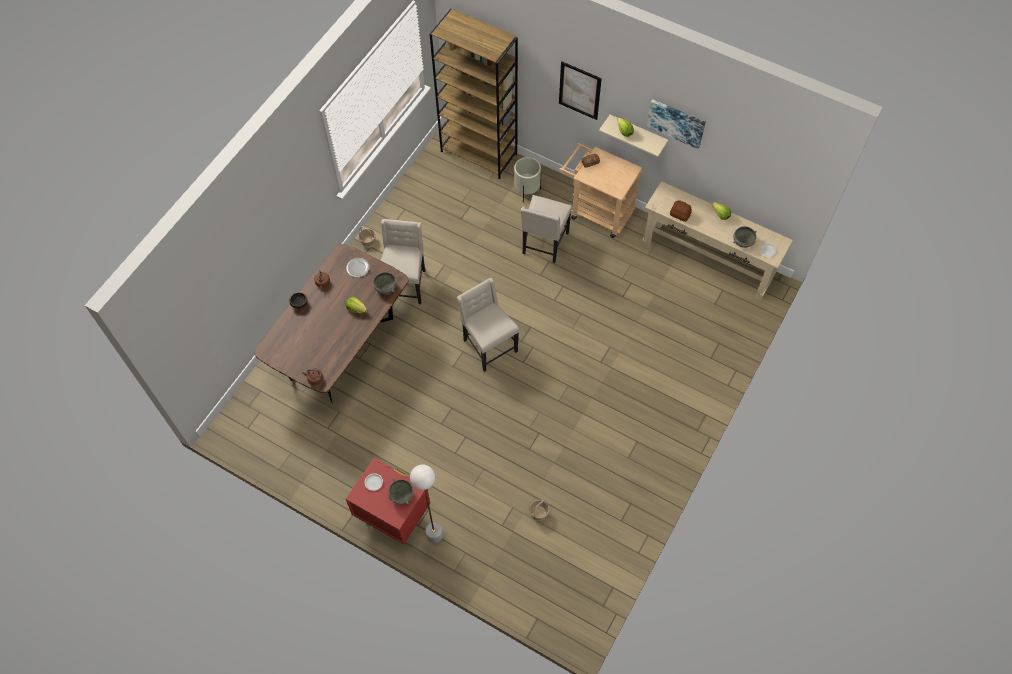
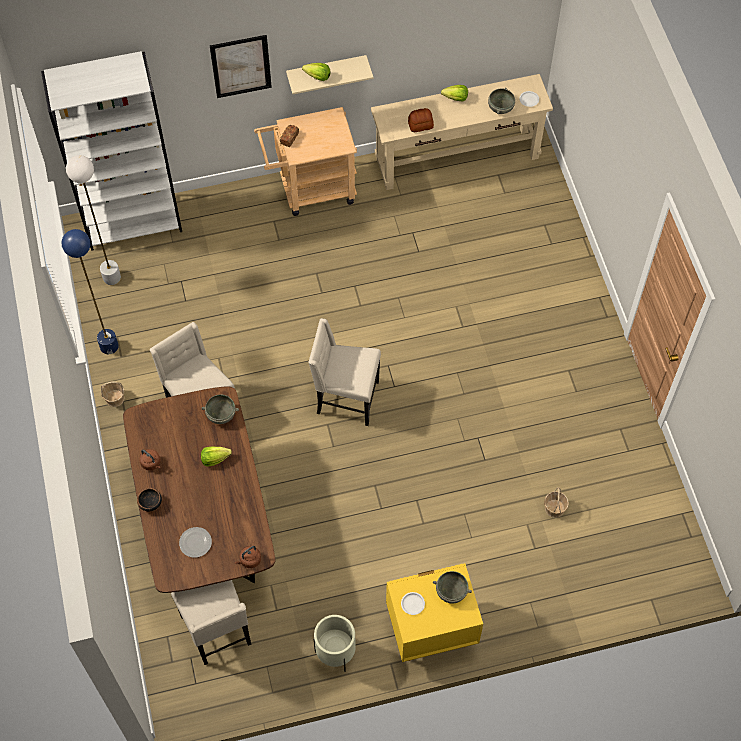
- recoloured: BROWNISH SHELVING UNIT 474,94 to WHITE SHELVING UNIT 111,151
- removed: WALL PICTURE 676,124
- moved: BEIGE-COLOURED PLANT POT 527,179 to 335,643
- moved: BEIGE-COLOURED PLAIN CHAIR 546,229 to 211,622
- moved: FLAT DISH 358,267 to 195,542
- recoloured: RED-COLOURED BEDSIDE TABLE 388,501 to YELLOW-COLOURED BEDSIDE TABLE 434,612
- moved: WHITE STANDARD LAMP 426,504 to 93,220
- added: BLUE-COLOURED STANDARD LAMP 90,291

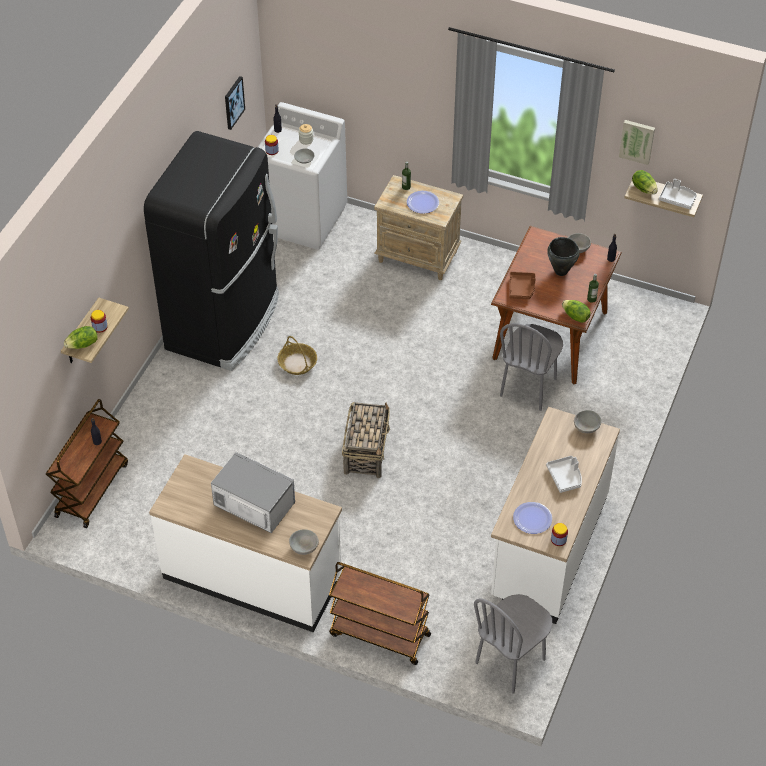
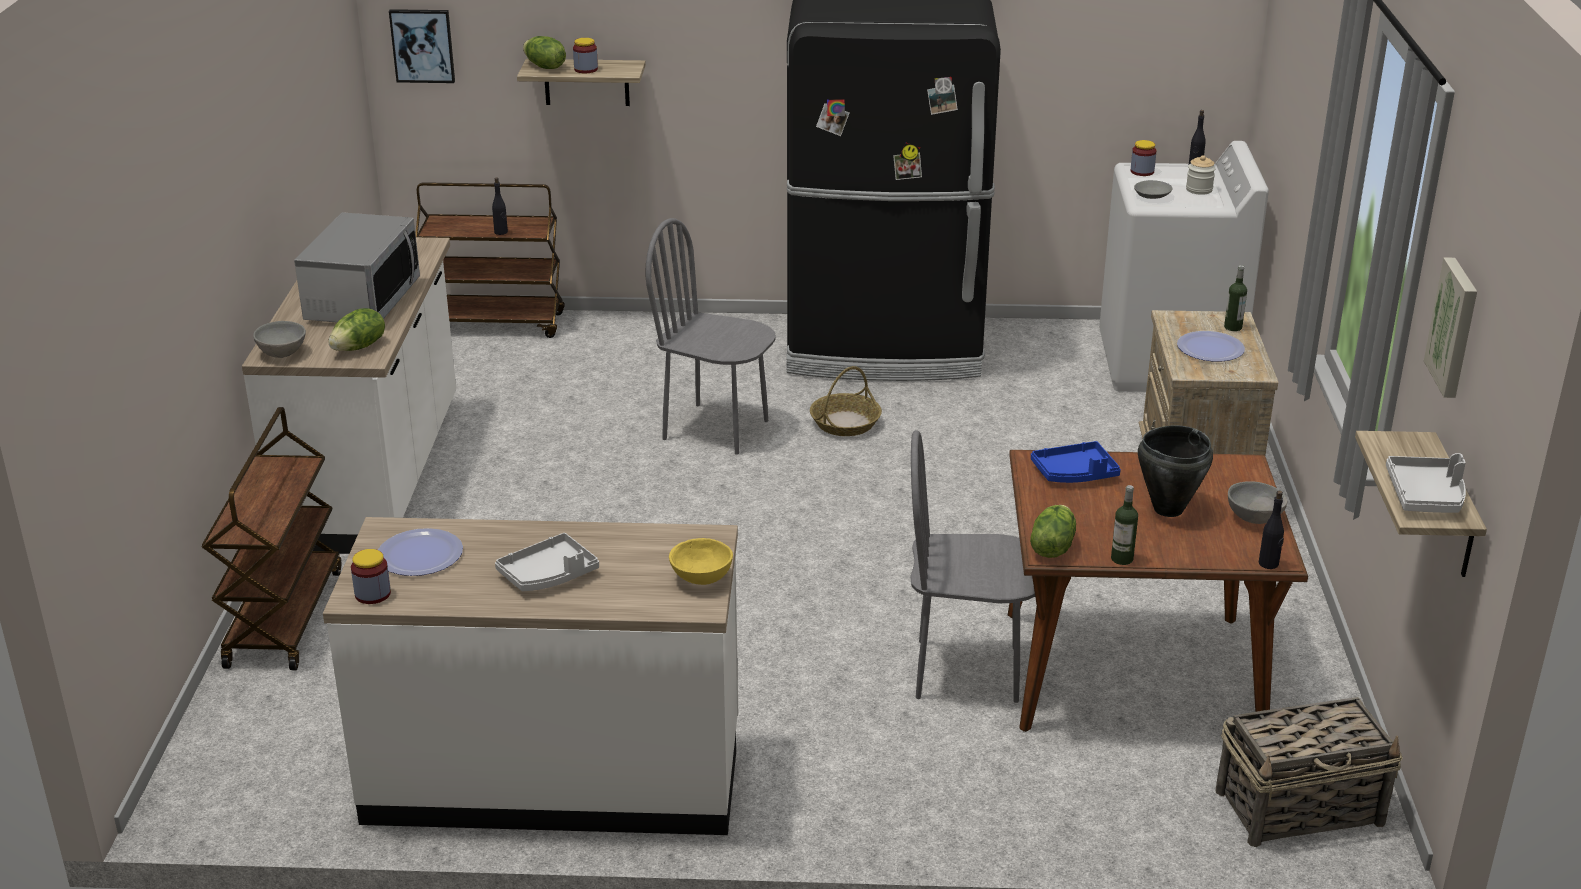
- moved: WALL PICTURE 235,103 to 422,46
- moved: HEAD OF LETTUCE 645,182 to 356,329
- recoloured: BROWNISH TRAY 522,285 to BLUE-COLOURED TRAY 1076,462
- moved: BASKET 366,440 to 1309,772
- recoloured: GREY SERVING BOWL 587,422 to YELLOW-COLOURED SERVING BOWL 701,561
- moved: GREY PLAIN CHAIR 513,644 to 710,336

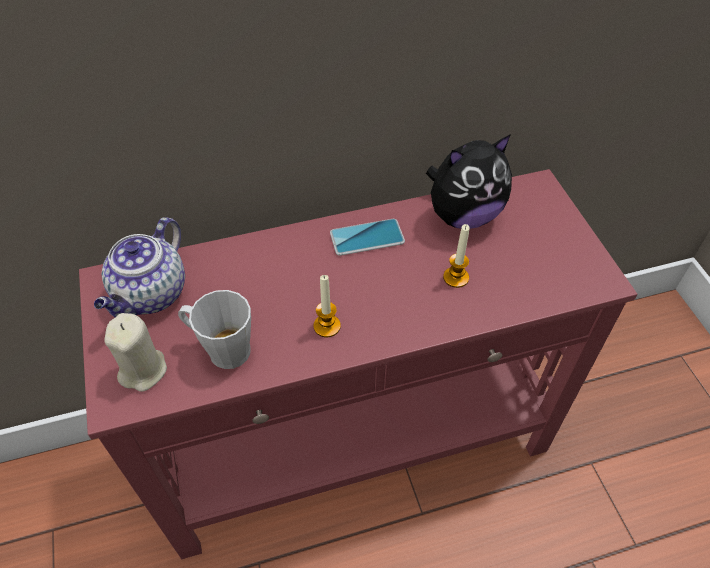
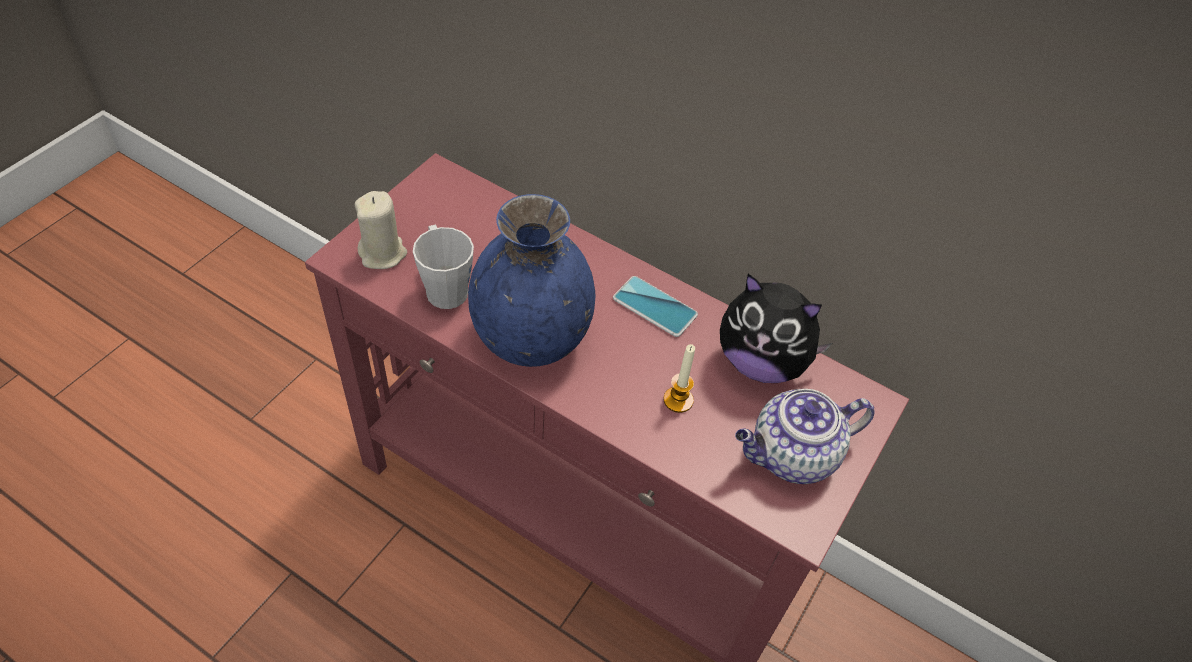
- moved: TEAPOT 139,267 to 805,436
- replaced: WAX LIGHT 327,306 to BLUE-COLOURED VASE 531,280

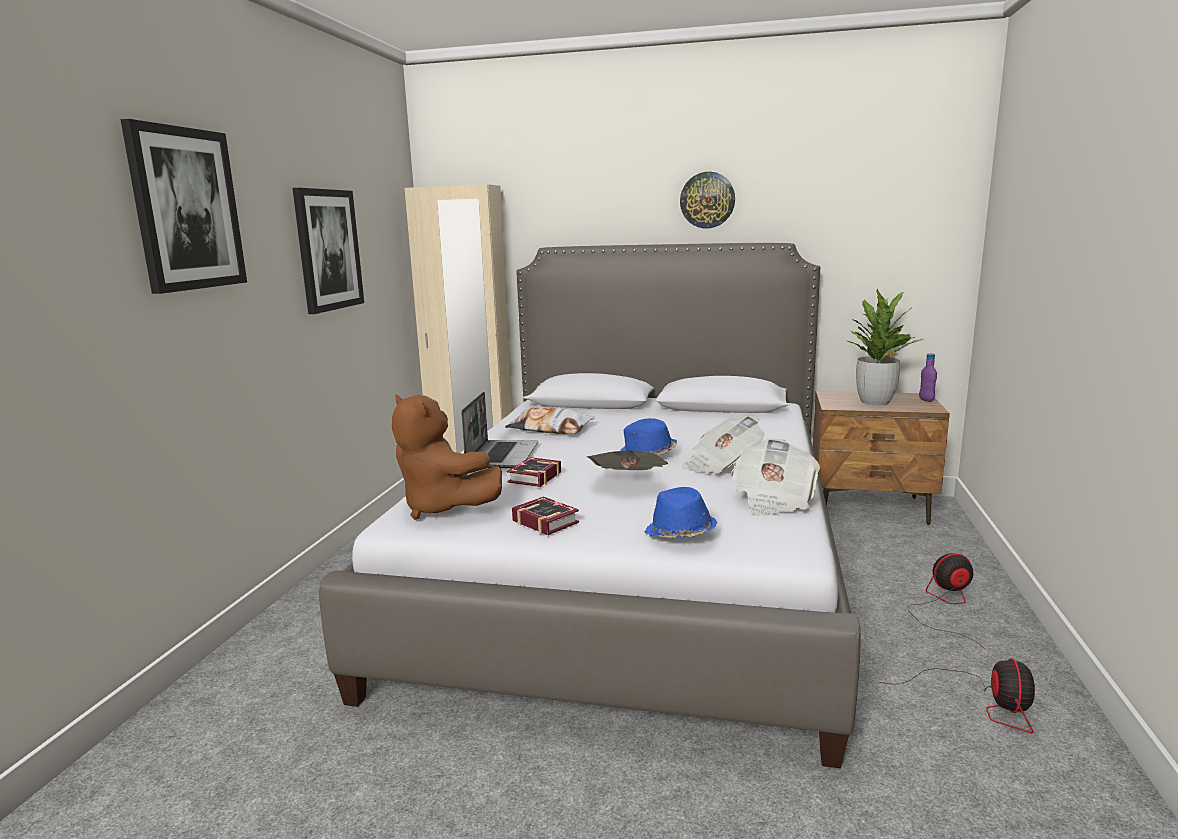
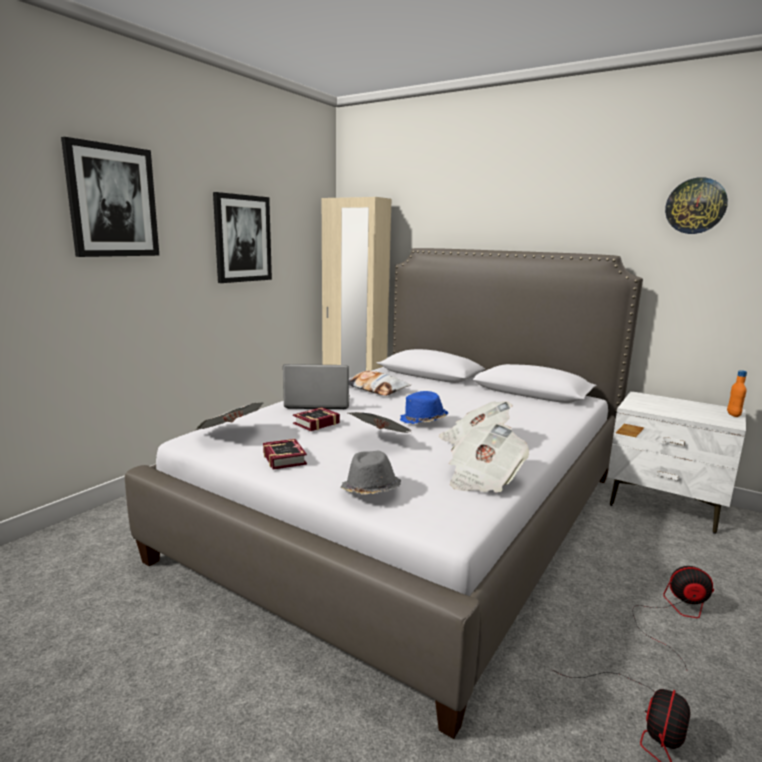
- moved: WALL CLOCK 707,200 to 696,205
- removed: POTTED PLANT 886,347
- recoloured: PURPLISH DRINK BOTTLE 928,377 to ORANGE DRINK BOTTLE 737,393
- recoloured: BROWNISH BEDSIDE TABLE 881,458 to WHITE BEDSIDE TABLE 676,462
- turned: NOTEBOOK COMPUTER 499,430 = 316,386 120 degrees counterclockwise
- replaced: BROWNISH PLUSH TOY 447,457 to PRINTED PAPER 229,416
- recoloured: BLUE-COLOURED WEARABLE HAT 681,512 to GREY WEARABLE HAT 371,473

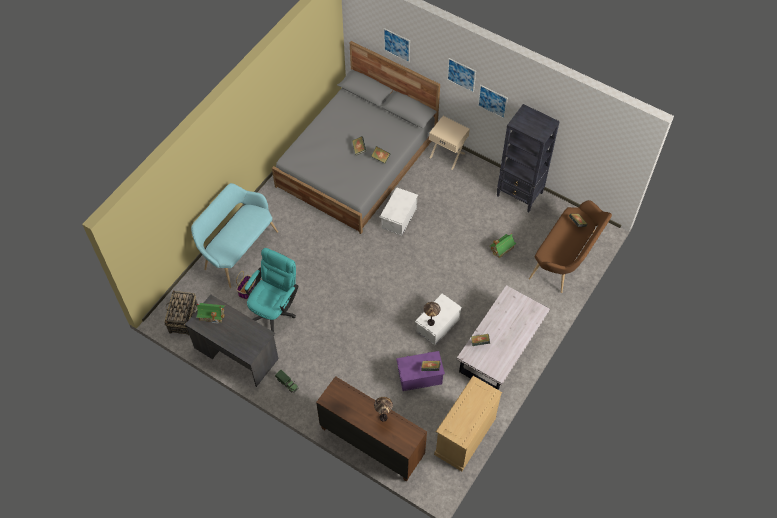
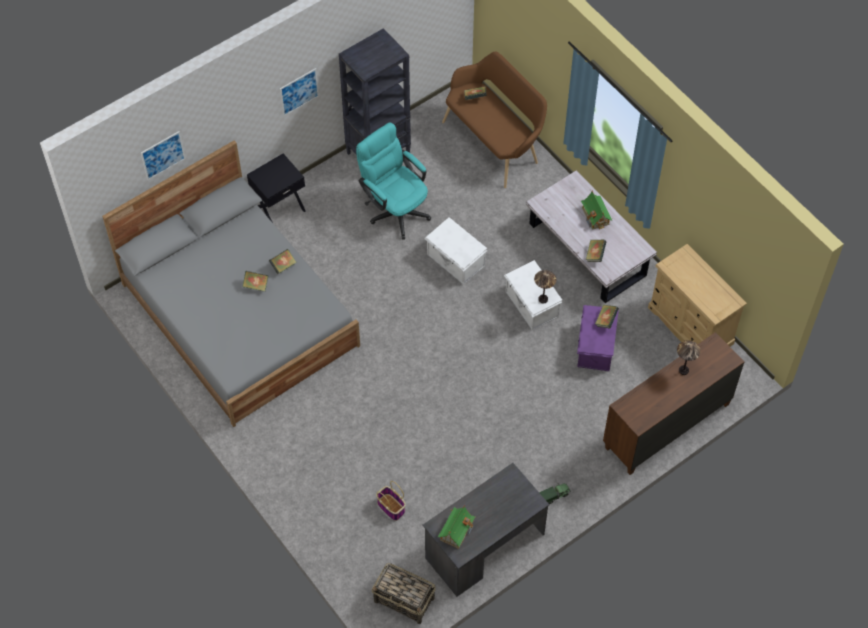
- removed: WALL PICTURE 461,75
- recoloured: BEIGE-COLOURED BEDSIDE TABLE 449,143 to BLACK-COLOURED BEDSIDE TABLE 276,188
- removed: TURQUOISE BENCH 234,235
- moved: WHITE STORAGE BIN 398,211 to 455,250
- moved: MODEL HOUSE 503,245 to 596,210
- moved: TURQUOISE OFFICE CHAIR 271,290 to 393,181

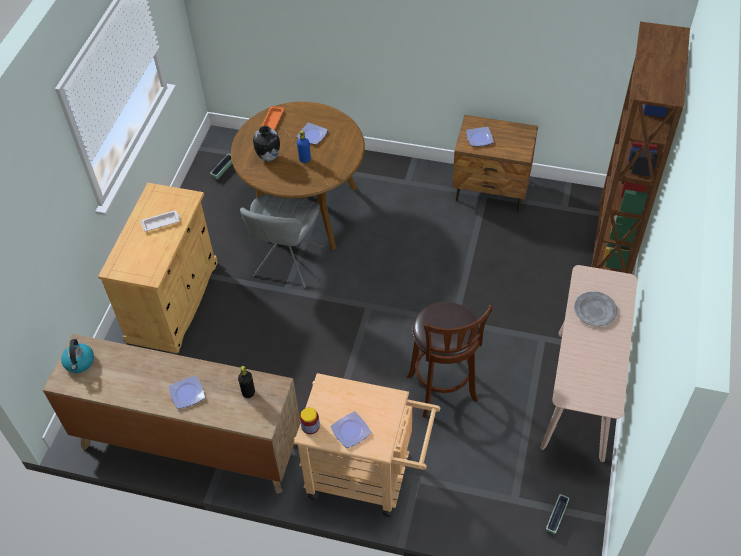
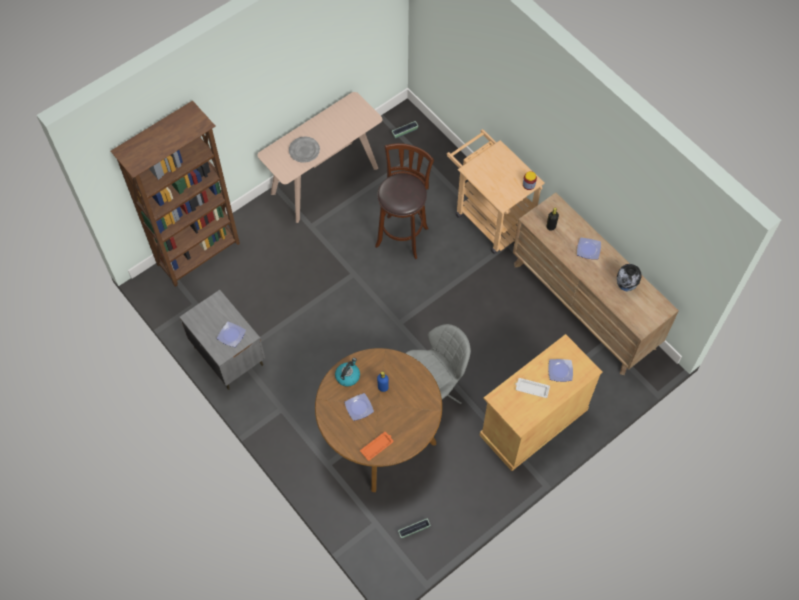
- recoloured: BROWNISH BEDSIDE TABLE 495,163 to GREY BEDSIDE TABLE 222,340
- moved: VASE 266,144 to 629,277
- moved: TEA KETTLE 77,356 to 347,372
- moved: FLAT DISH 350,429 to 560,370

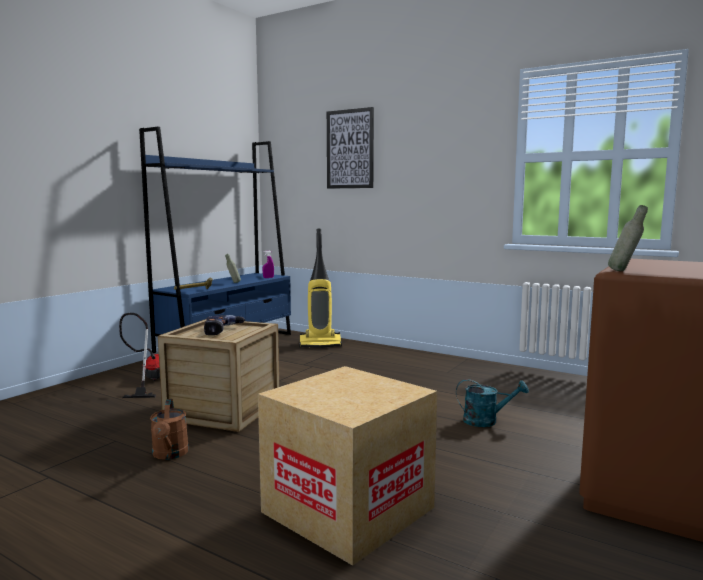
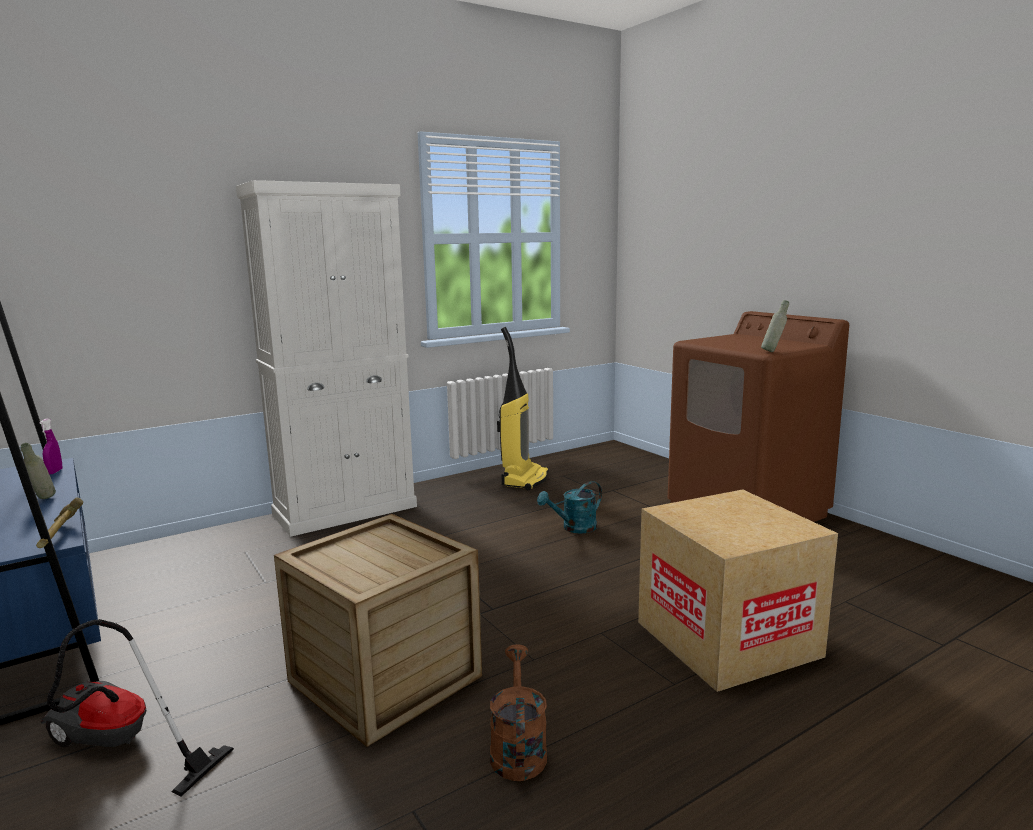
- removed: WALL PICTURE 350,148
- moved: VACUUM 320,288 to 523,408
- removed: POWER DRILL 224,325
- turned: TURQUOISE WATERING POT 492,403 = 569,507 150 degrees counterclockwise
- turned: BROWNISH WATERING POT 169,429 = 518,712 105 degrees counterclockwise
- added: WHITE CUPBOARD 326,358

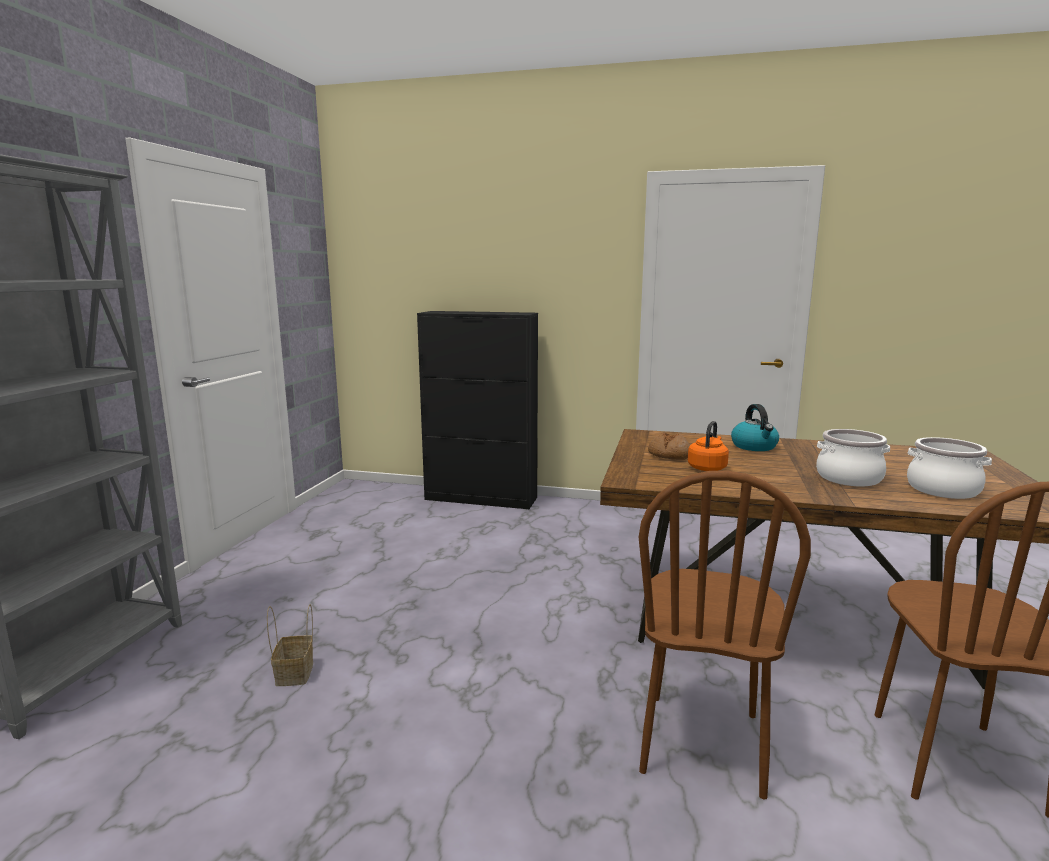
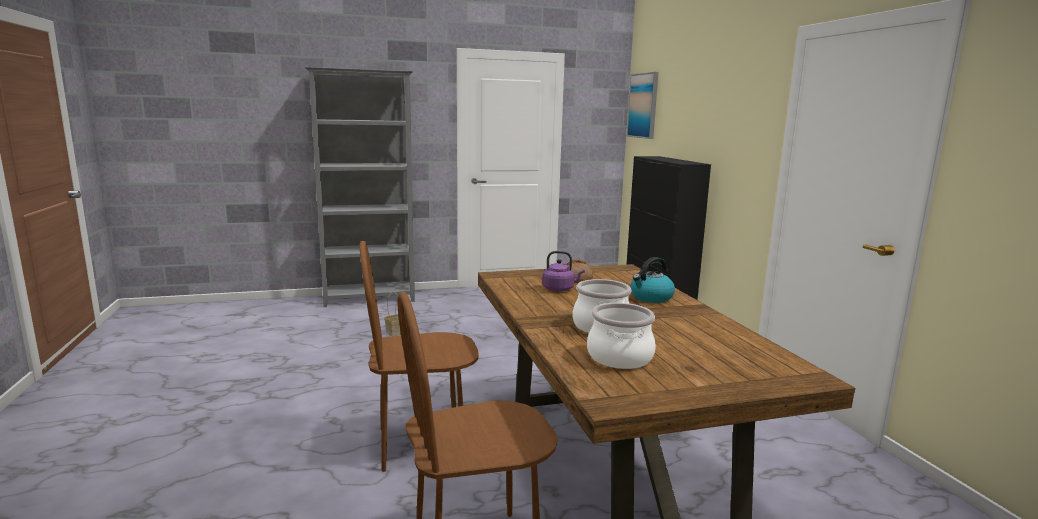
- recoloured: ORANGE TEA KETTLE 708,446 to PURPLISH TEA KETTLE 563,271
- added: WALL PICTURE 642,105

